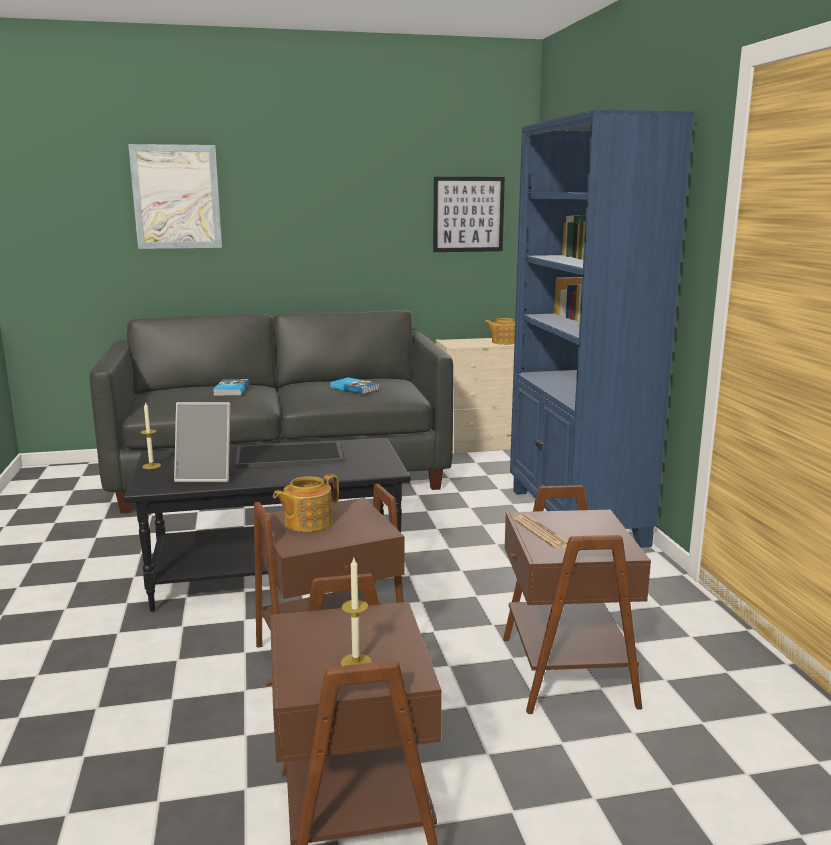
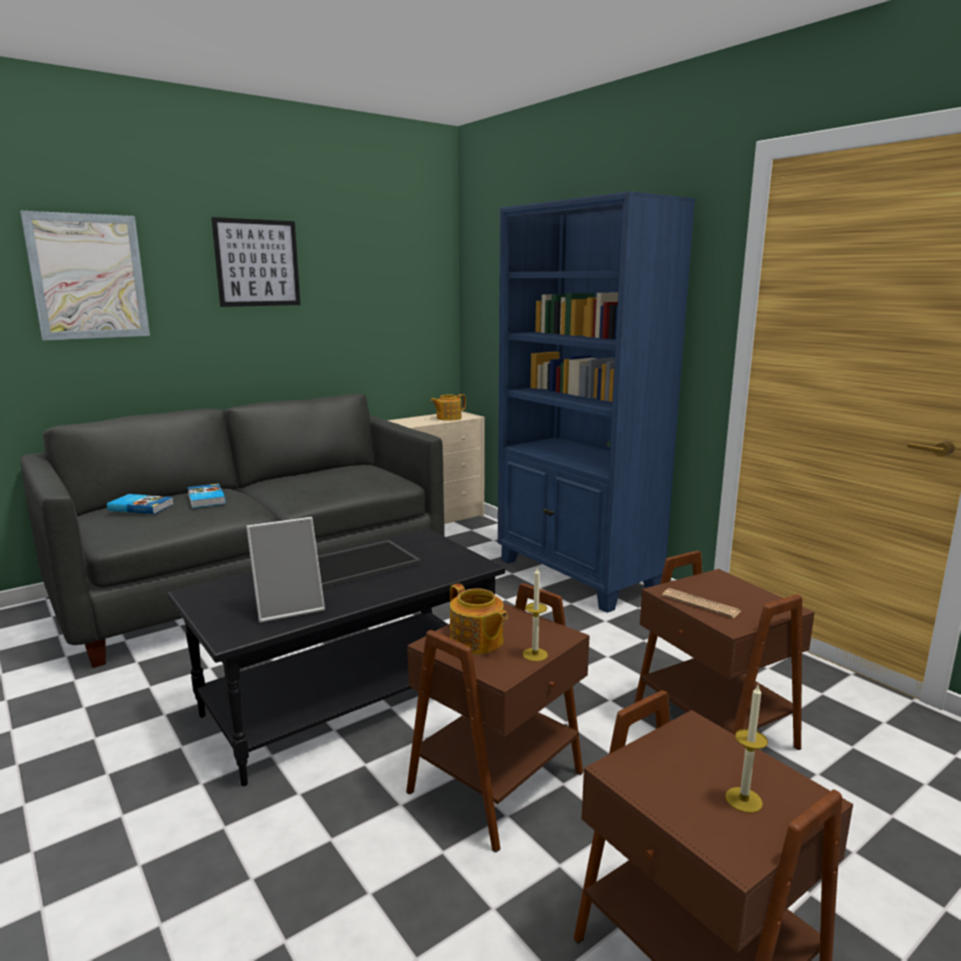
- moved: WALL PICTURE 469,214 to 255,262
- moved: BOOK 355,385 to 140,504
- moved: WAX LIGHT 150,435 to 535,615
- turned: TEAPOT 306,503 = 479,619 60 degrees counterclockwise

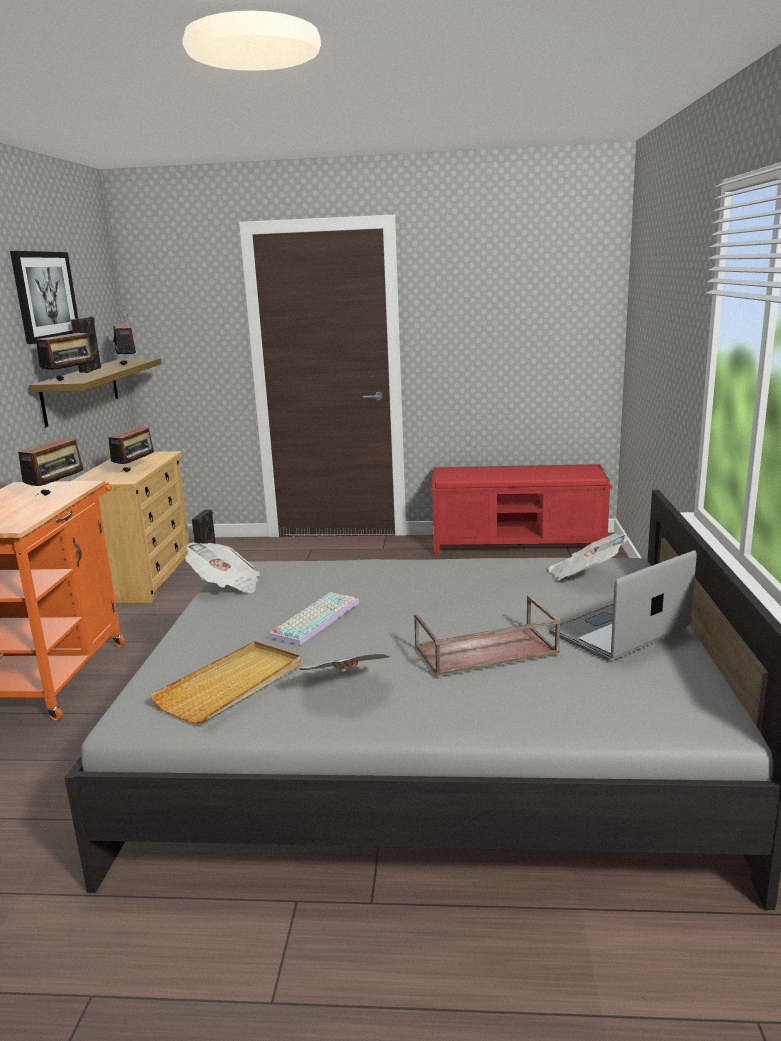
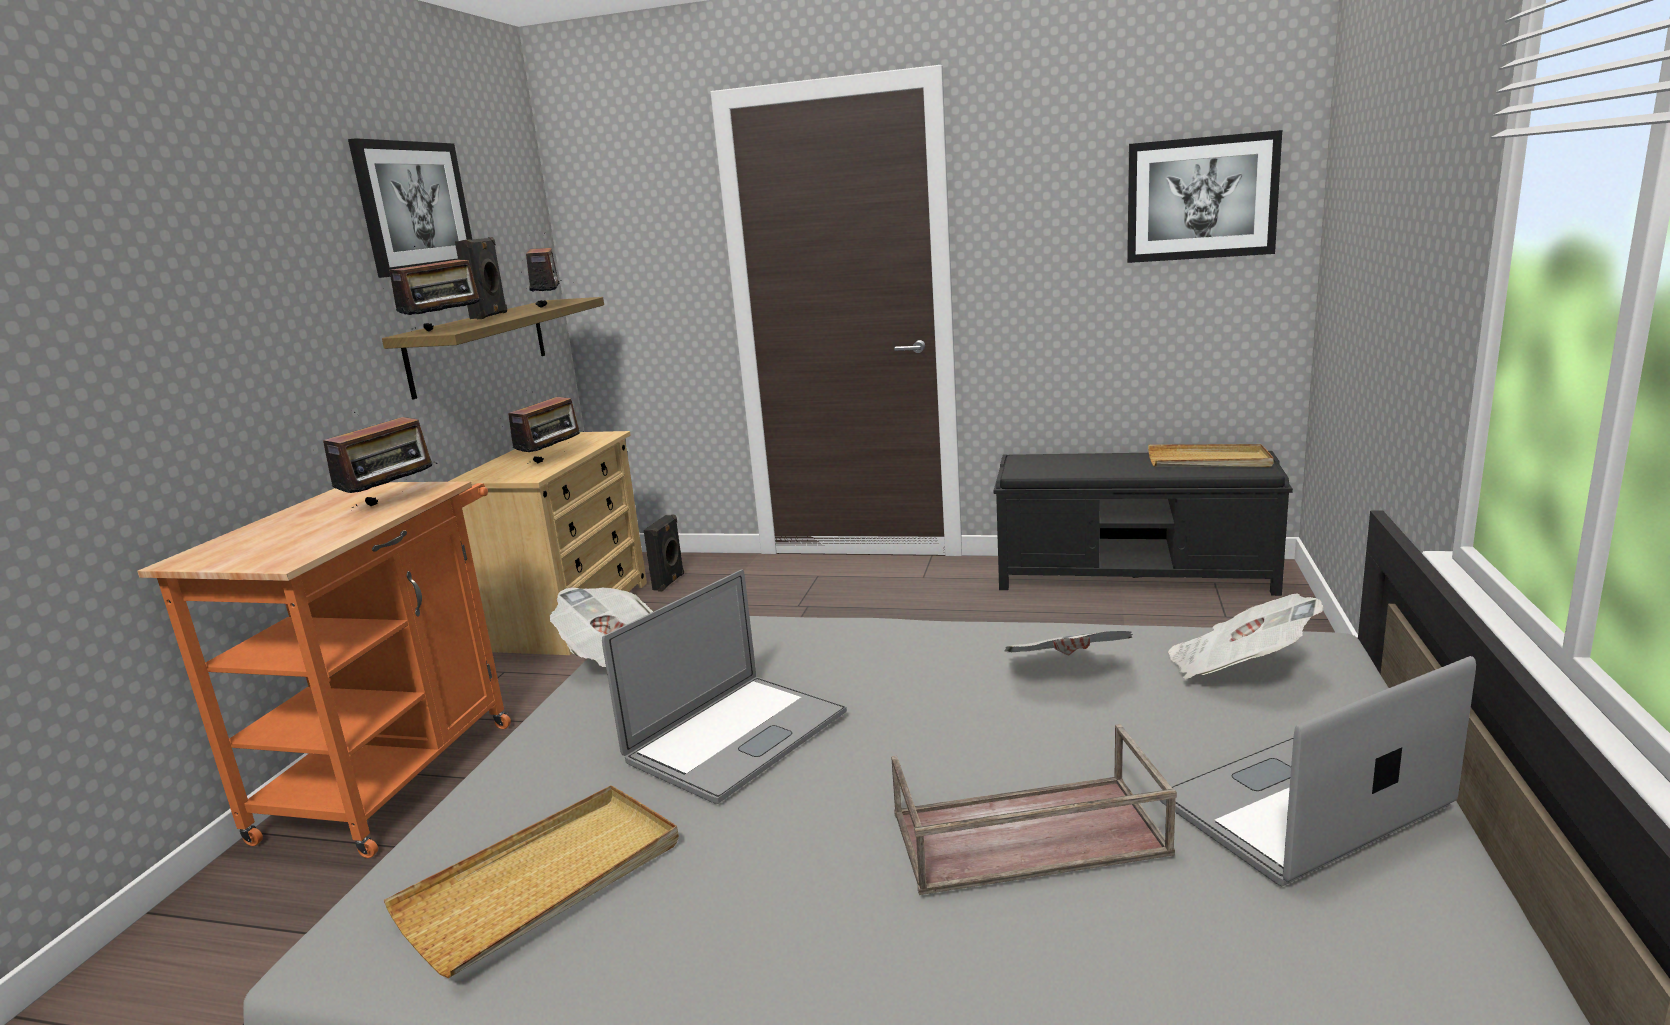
- recoloured: RED-COLOURED BENCH 521,509 to BLACK-COLOURED BENCH 1143,523
- replaced: KEYBOARD 314,618 to NOTEBOOK COMPUTER 724,686
- moved: PRINTED PAPER 343,663 to 1068,643
- added: WALL PICTURE 1204,196
- added: BEIGE-COLOURED TRAY 1211,455

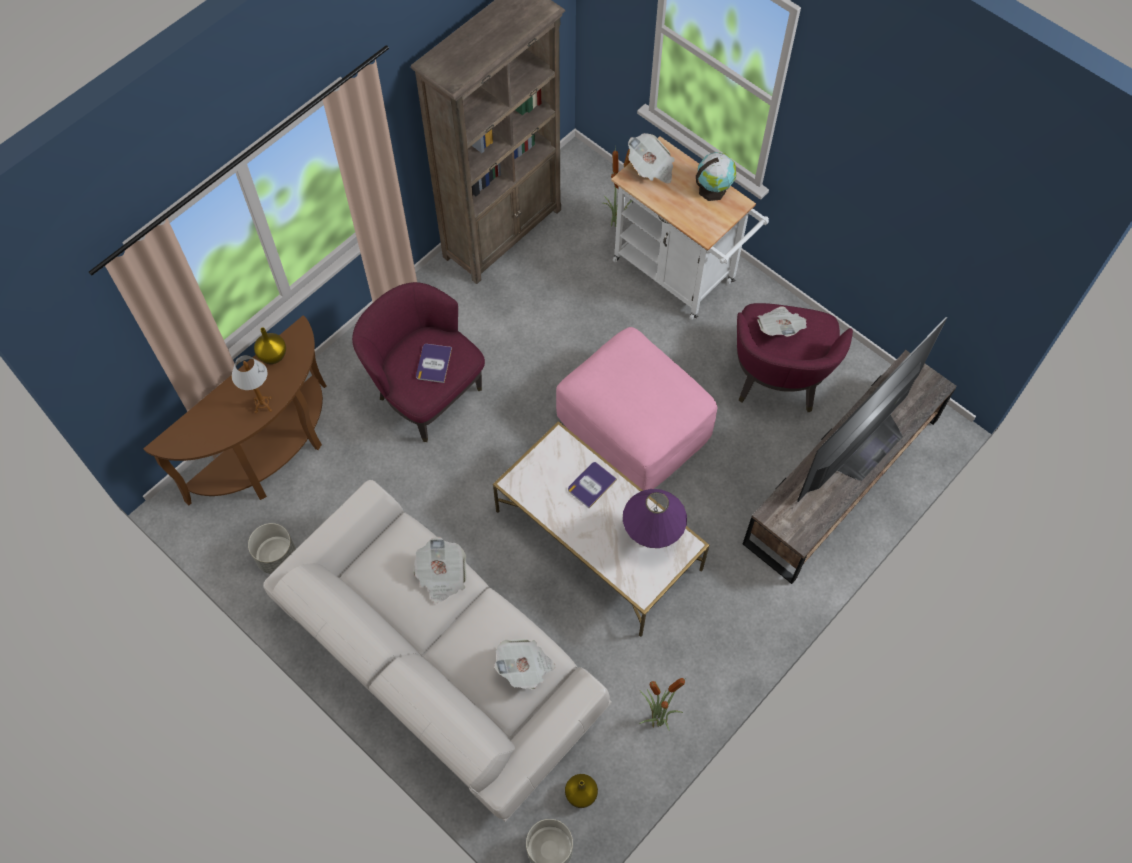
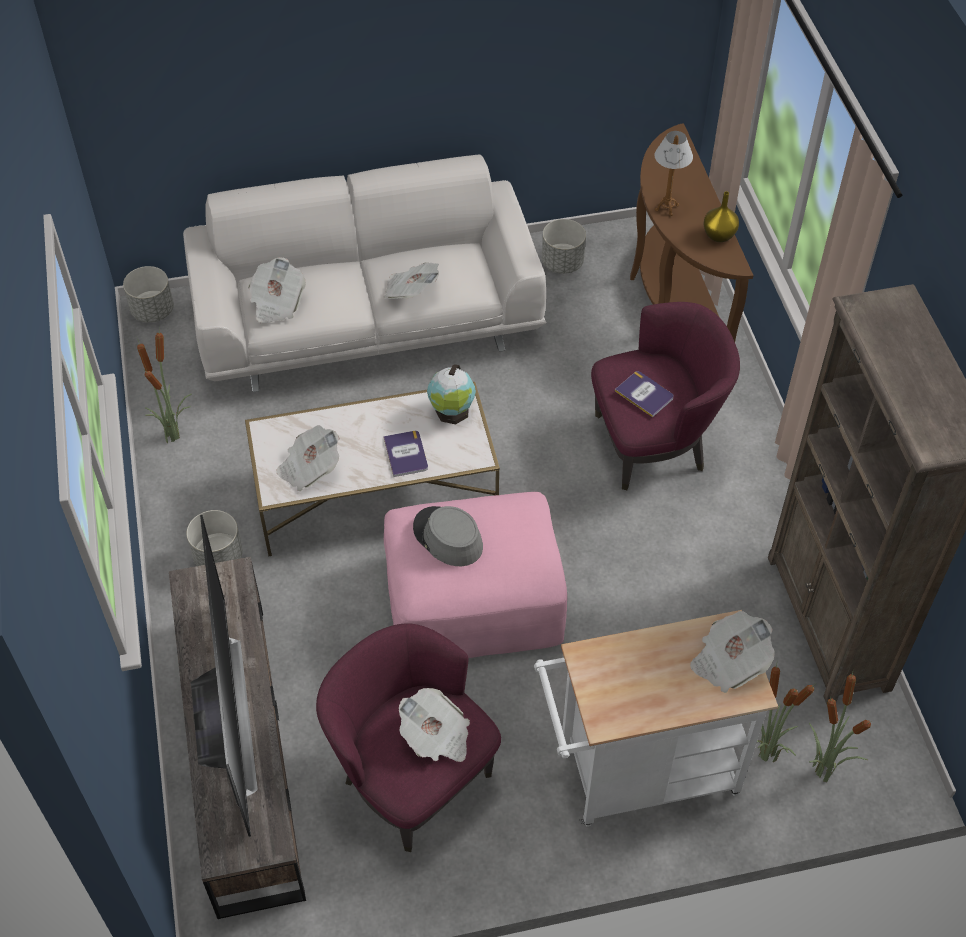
- moved: GLOBE 716,176 to 451,394
- replaced: PURPLISH TABLETOP LAMP 655,518 to PRINTED PAPER 308,458
- removed: YELLOW-COLOURED VASE 581,791
- added: GREY WEARABLE HAT 448,536
- added: GREY PLANT POT 215,538
- added: POTTED PLANT 840,725

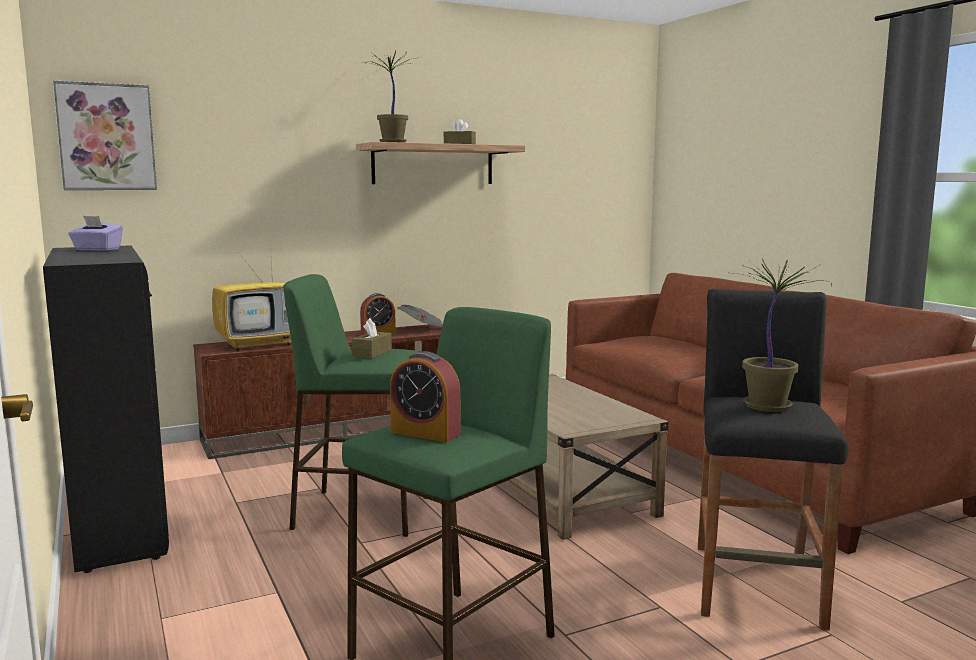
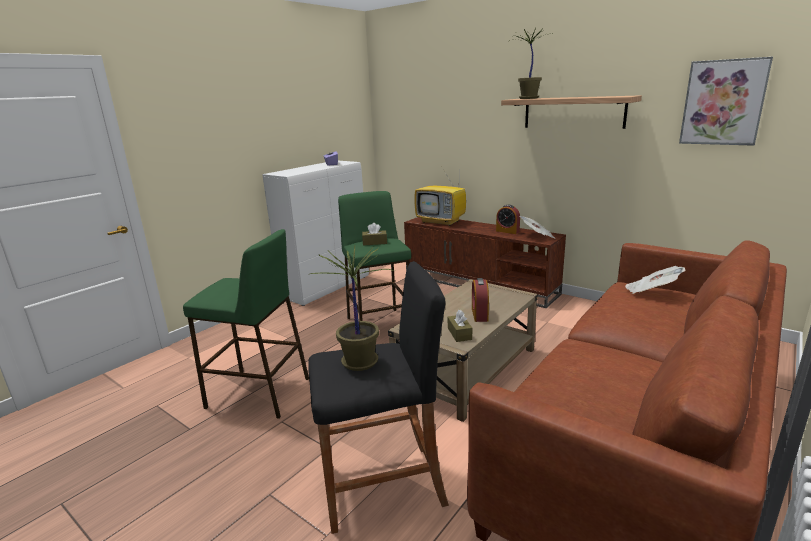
- moved: WALL PICTURE 105,135 to 726,101
- moved: BROWNISH TISSUE BOX 460,131 to 460,326
- recoloured: BLACK-COLOURED CUPBOARD 106,409 to WHITE CUPBOARD 315,233
- moved: BEDSIDE CLOCK 425,396 to 480,300
- added: PRINTED PAPER 655,280

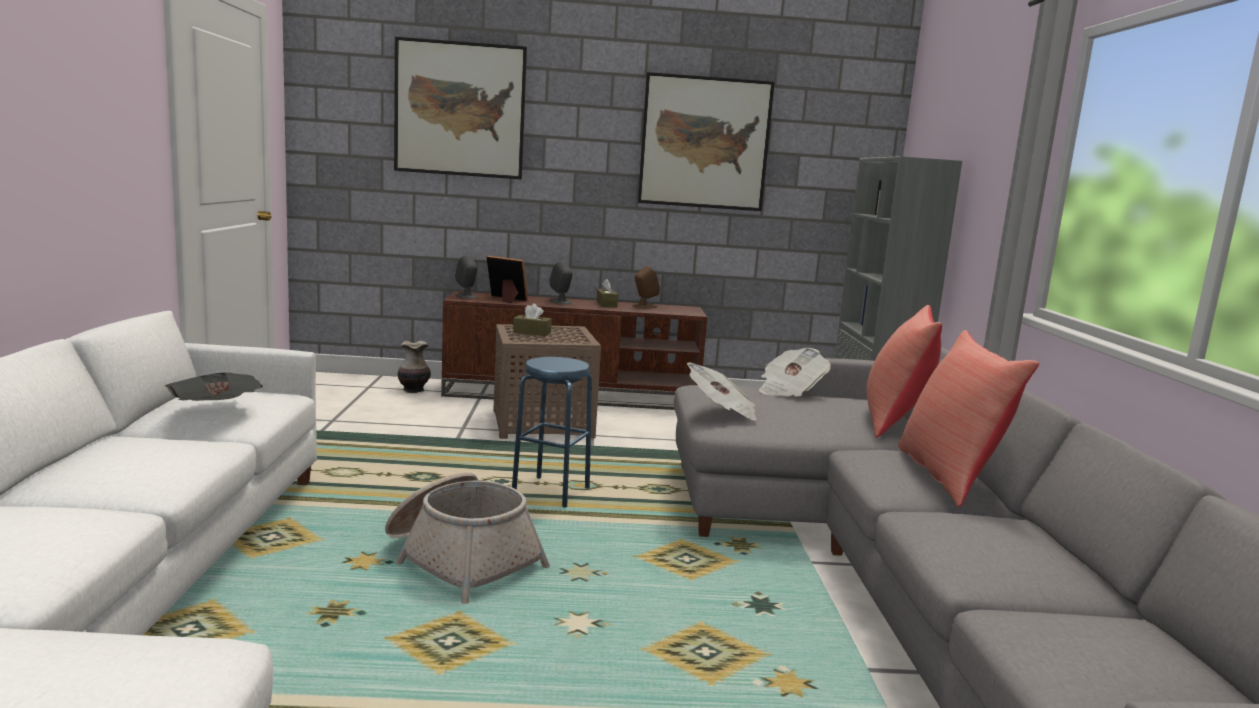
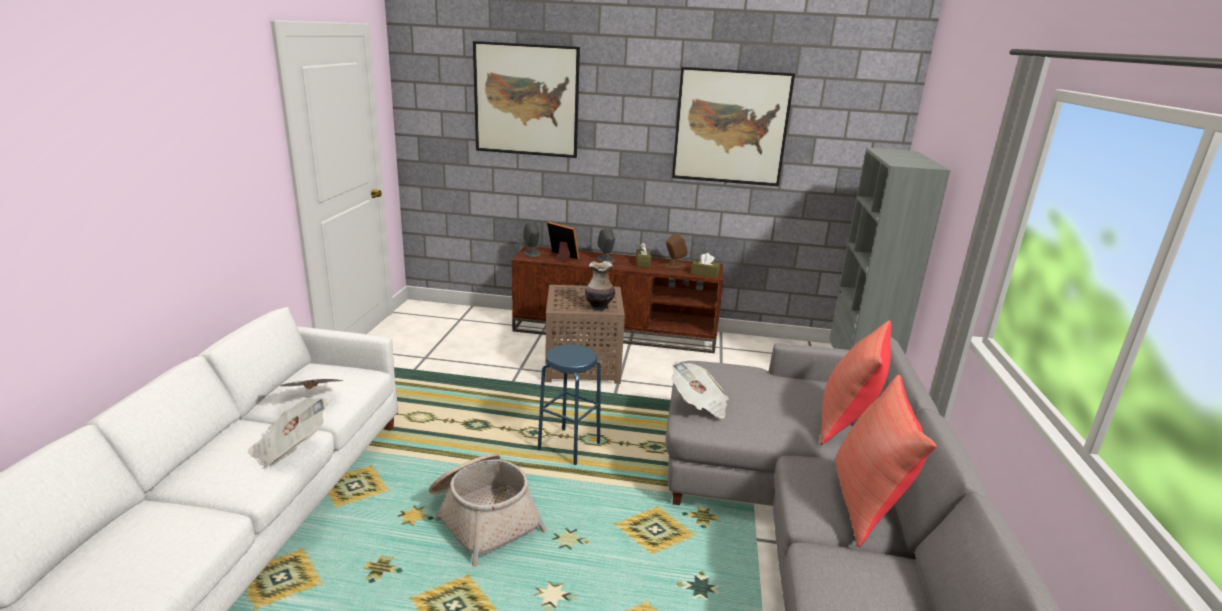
- moved: BROWNISH TISSUE BOX 532,320 to 705,265
- moved: VASE 414,367 to 600,286
- moved: PRINTED PAPER 795,372 to 288,431

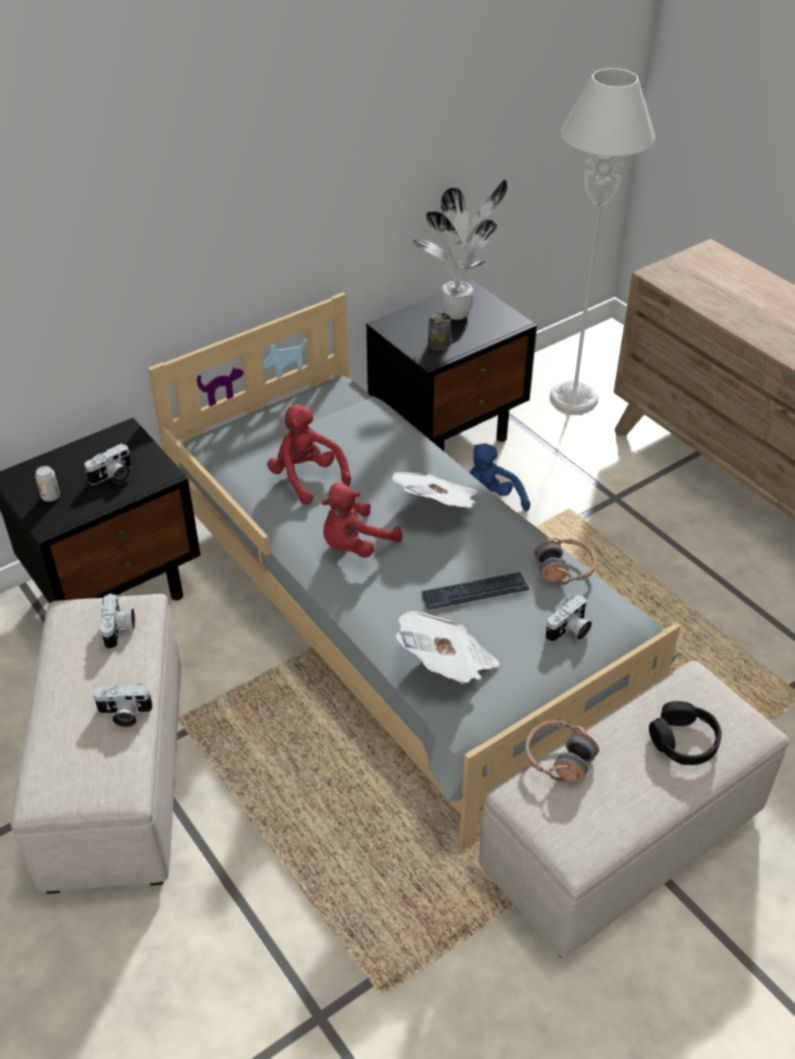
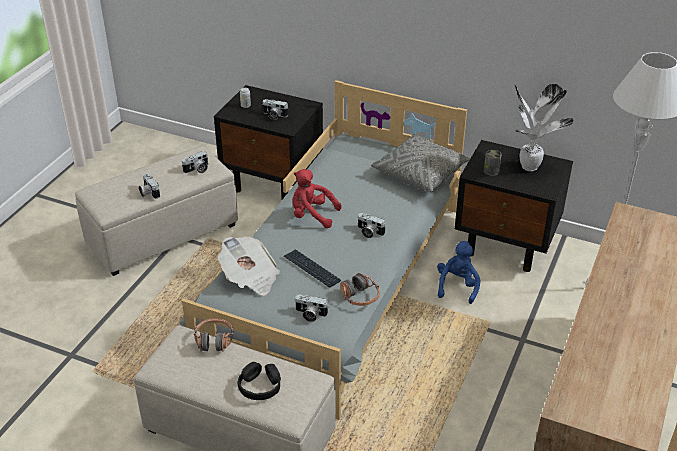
- removed: RED-COLOURED PLUSH TOY 309,455
- replaced: PRINTED PAPER 435,490 to STILL CAMERA 371,225
- added: GREY CUSHION 420,163

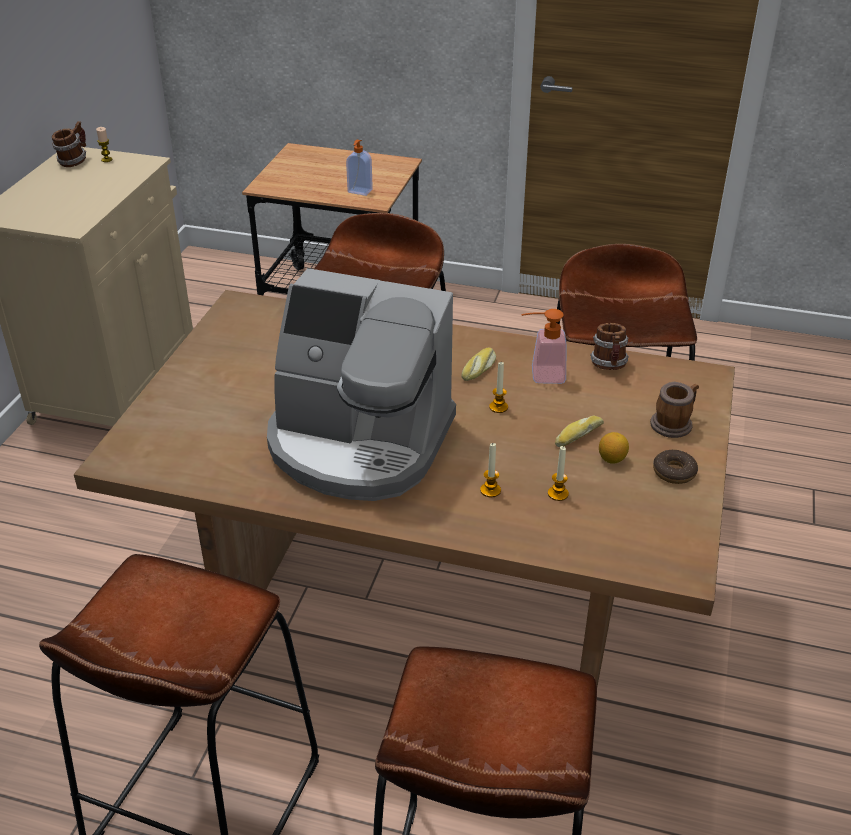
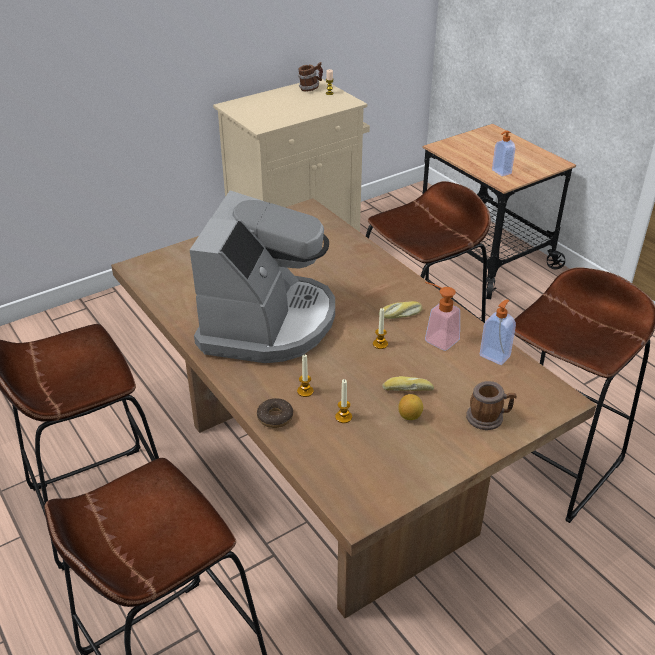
- turned: COFFEE BREWER 361,384 = 262,276 135 degrees counterclockwise
- replaced: TEA MUG 609,346 to SOAP DISPENSER 498,332
- moved: DONUT 675,467 to 275,413

